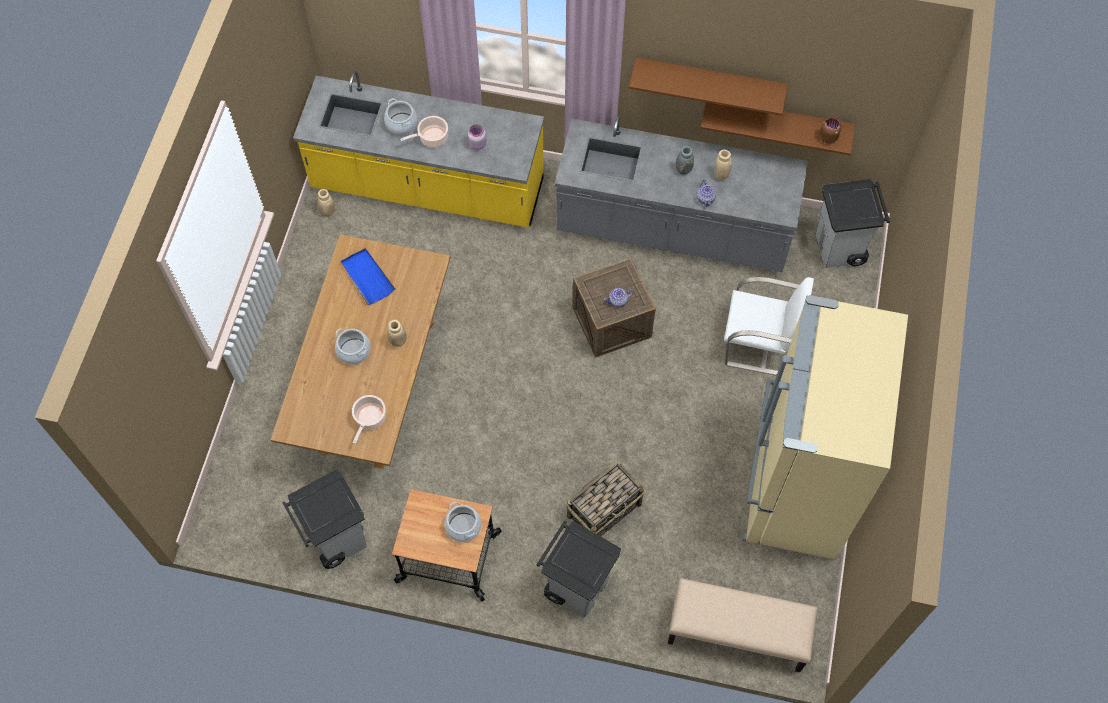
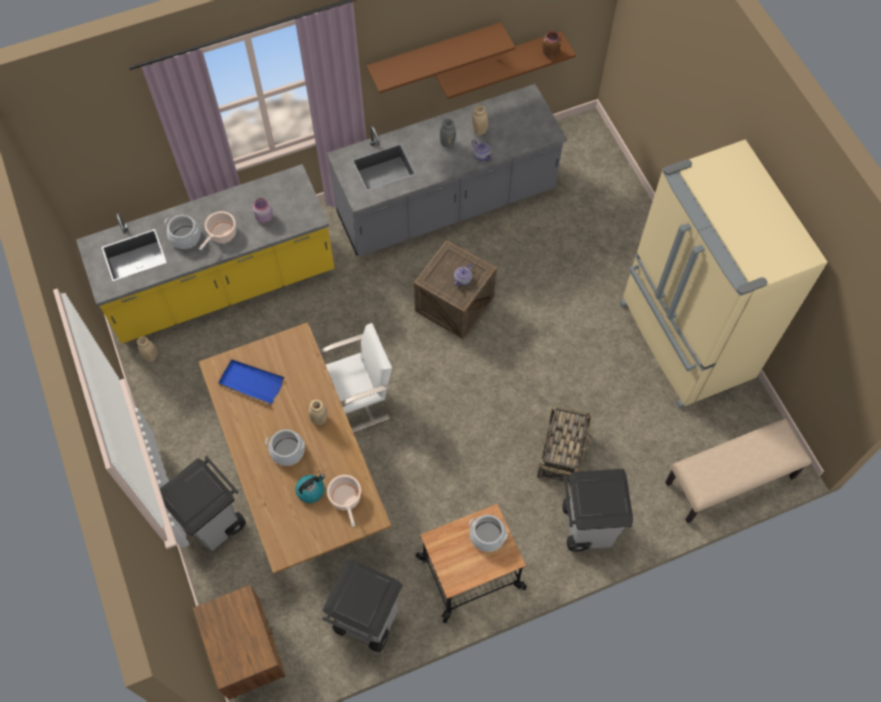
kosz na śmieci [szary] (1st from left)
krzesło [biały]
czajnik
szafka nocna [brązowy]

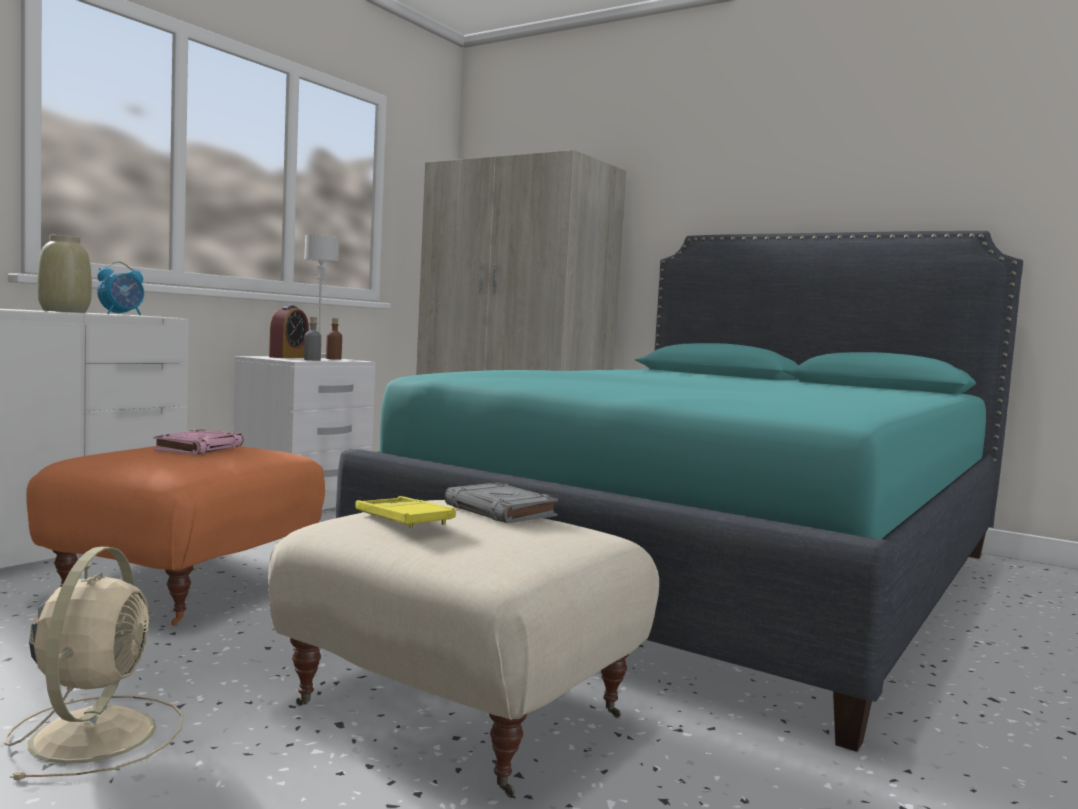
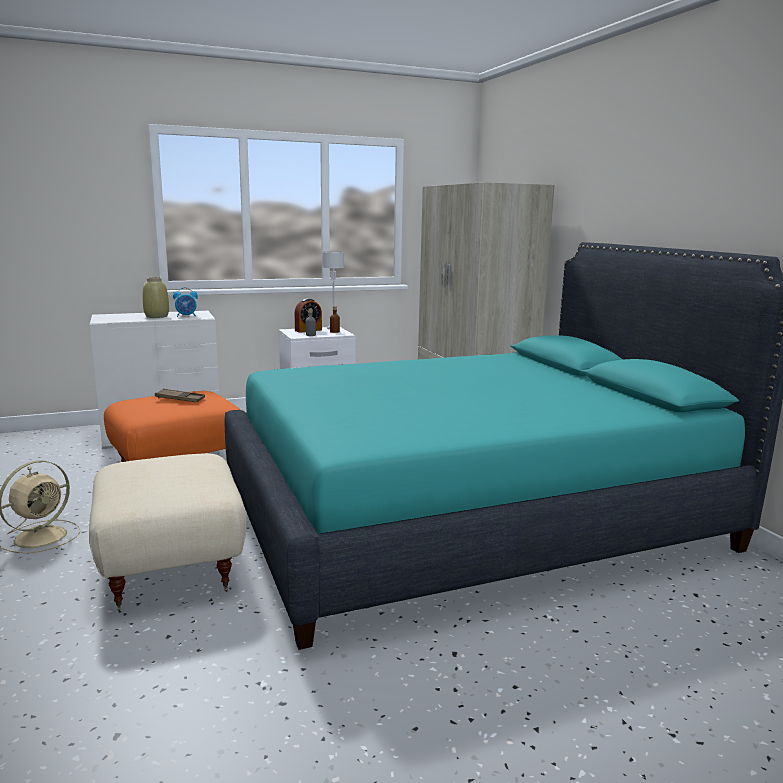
taca [brązowy]
książka [szary]
taca [żółty]

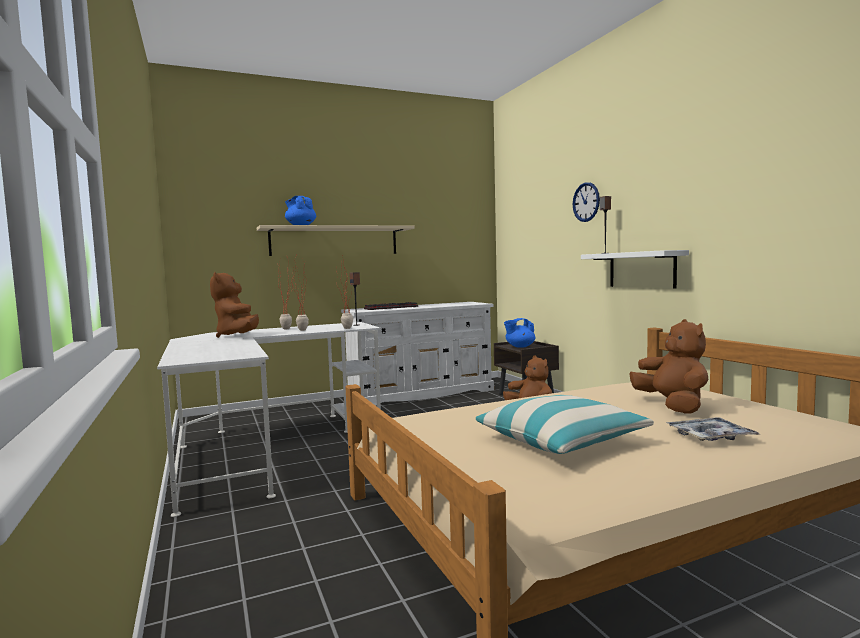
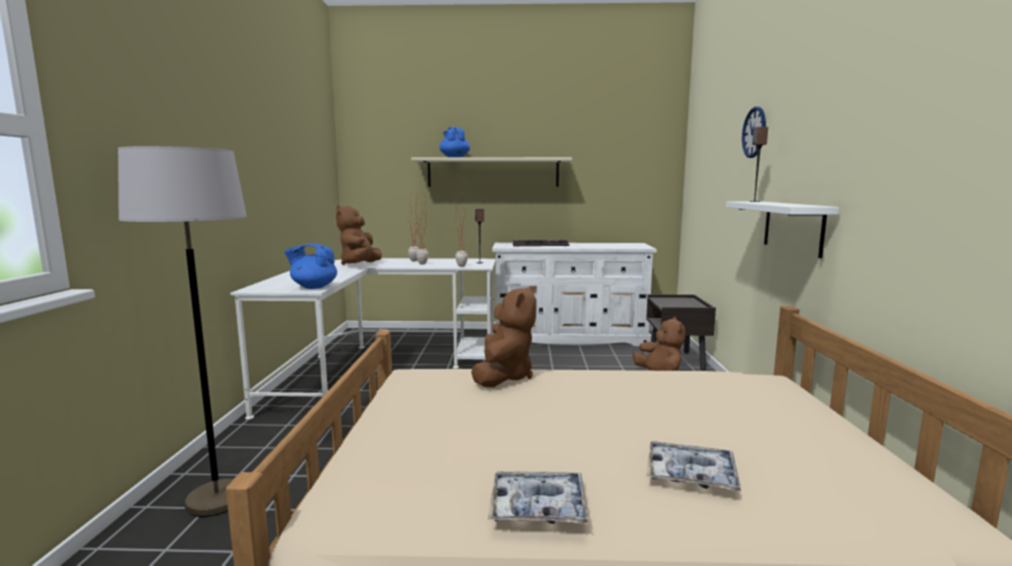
imbryk [niebieski] (1st from left)
pluszak [brązowy] (2nd from left)
poduszka
lampa stojąca [szary]
taca (1st from left)

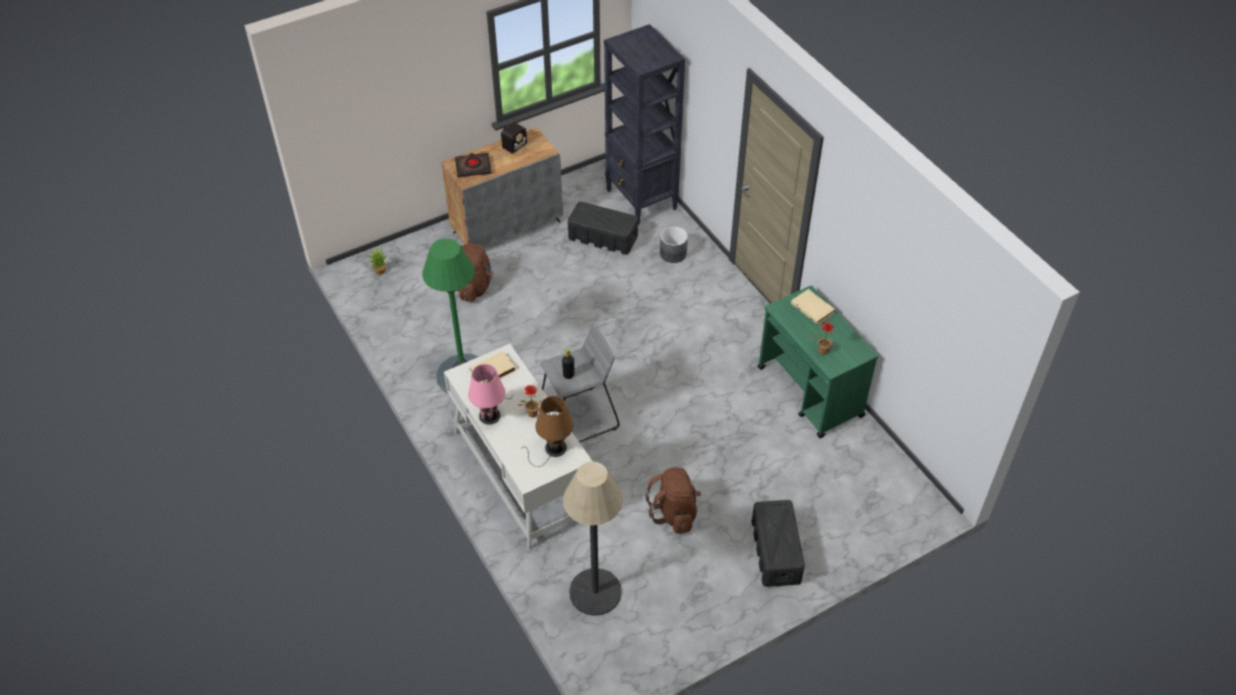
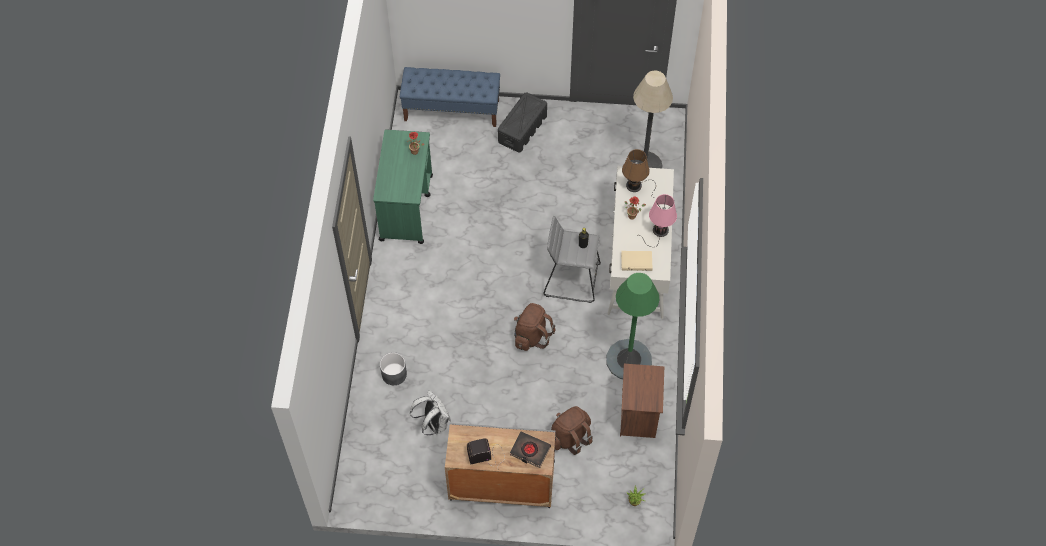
regał [czarny]
plecak [biały]
książka [beżowy] (2nd from left in the first image)
plecak [brązowy] (1st from left)
ławka [niebieski]
szafka nocna [brązowy]

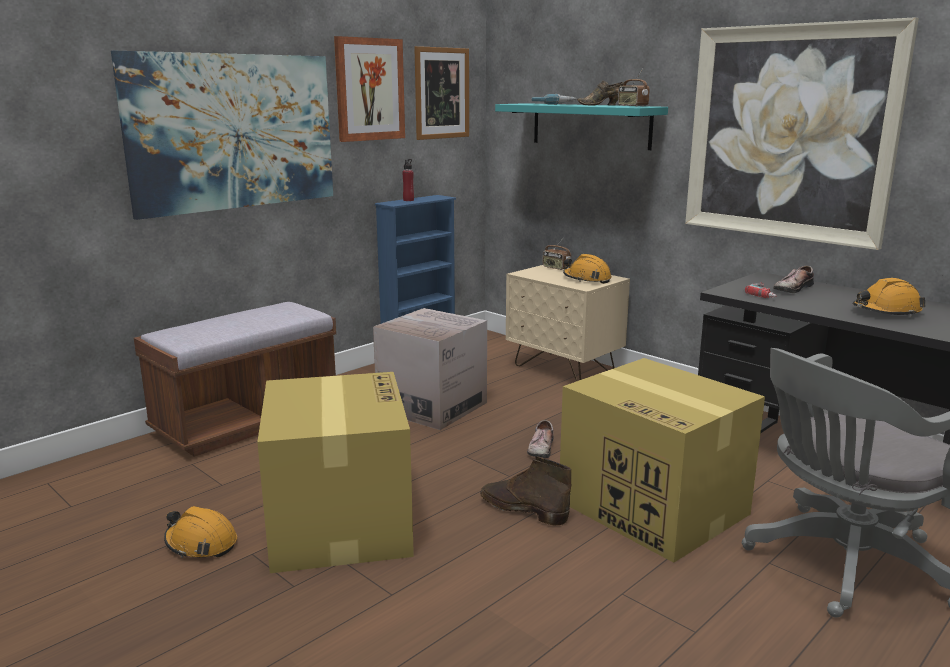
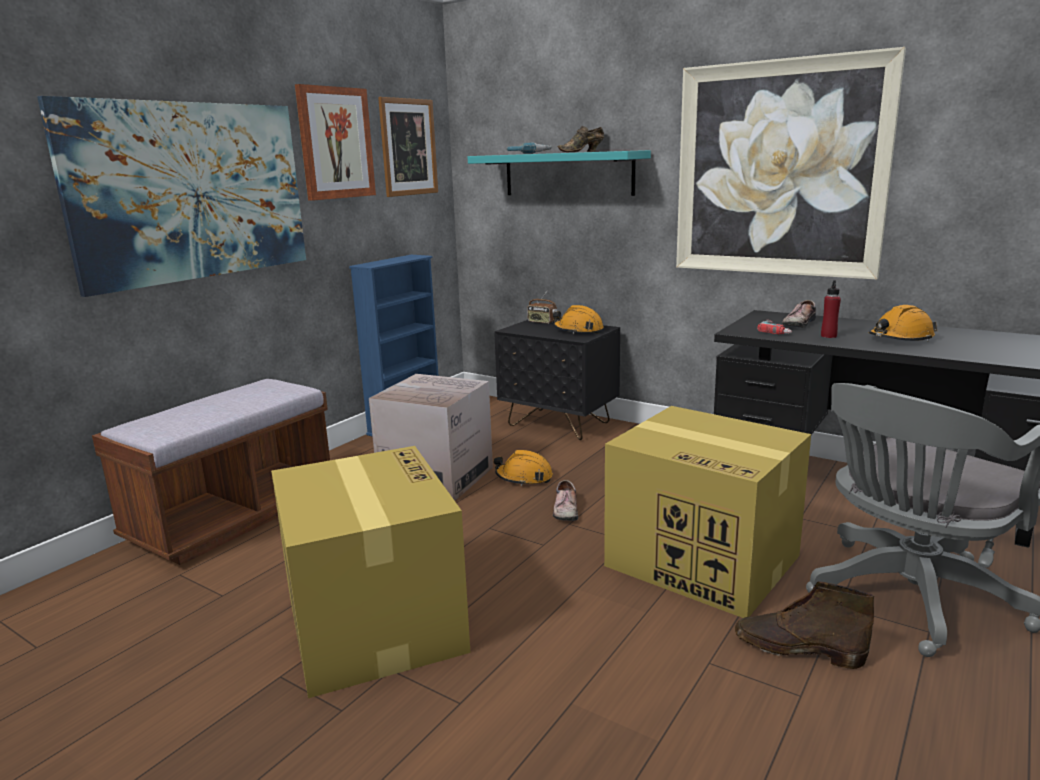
radio (2nd from left in the first image)
butelka [czerwony]
szafka nocna [czarny]
but z cholewką [brązowy]
kask [pomarańczowy] (1st from left)

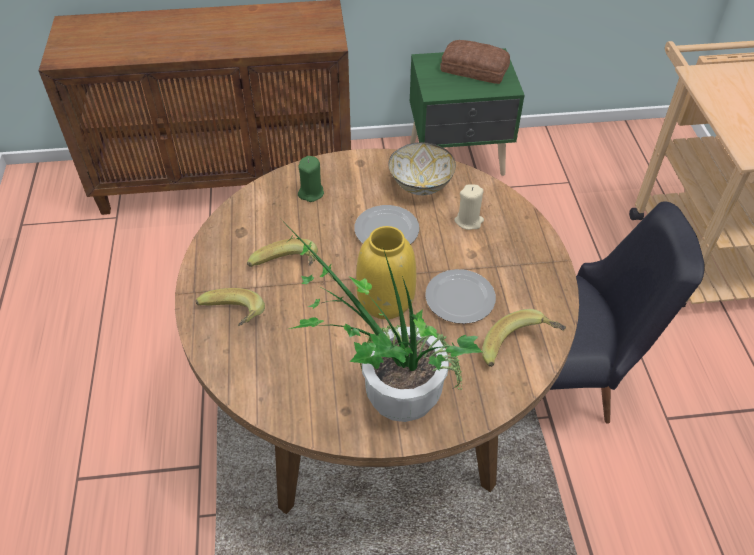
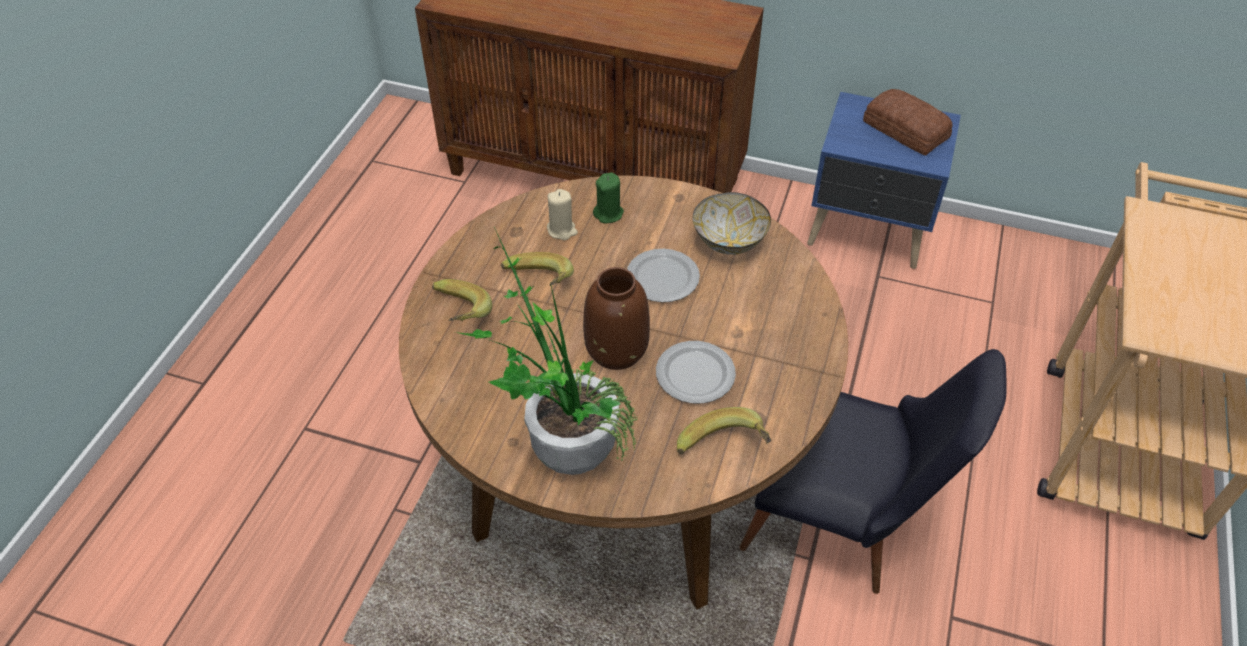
szafka nocna [niebieski]
świeca [beżowy]
wazon [brązowy]

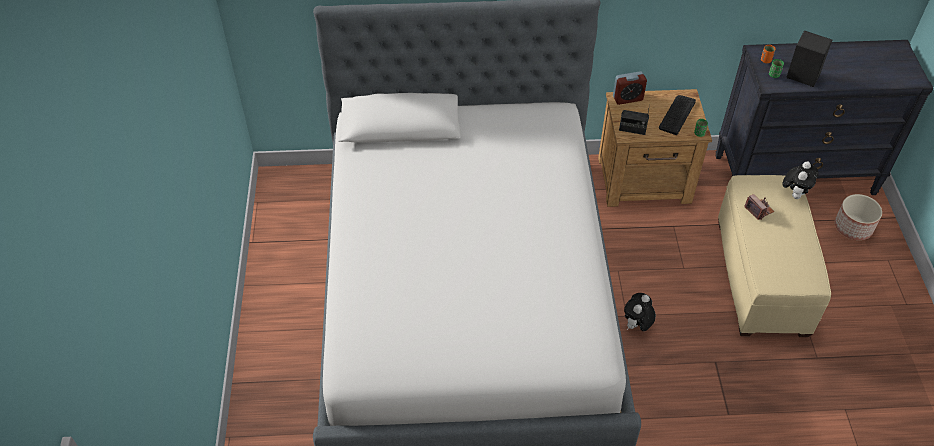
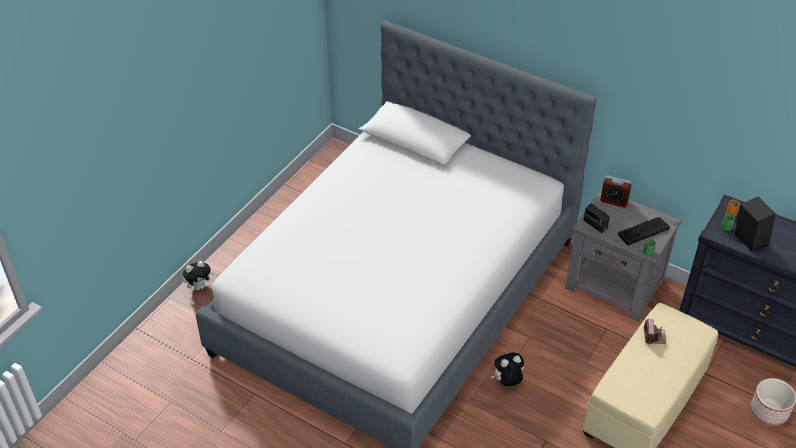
szafka nocna [szary]
pluszak (1st from left)

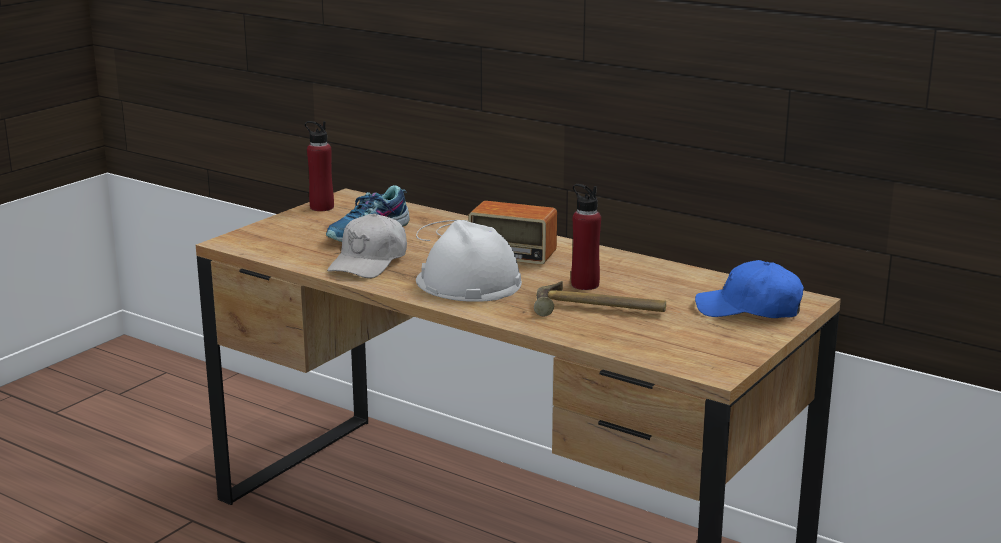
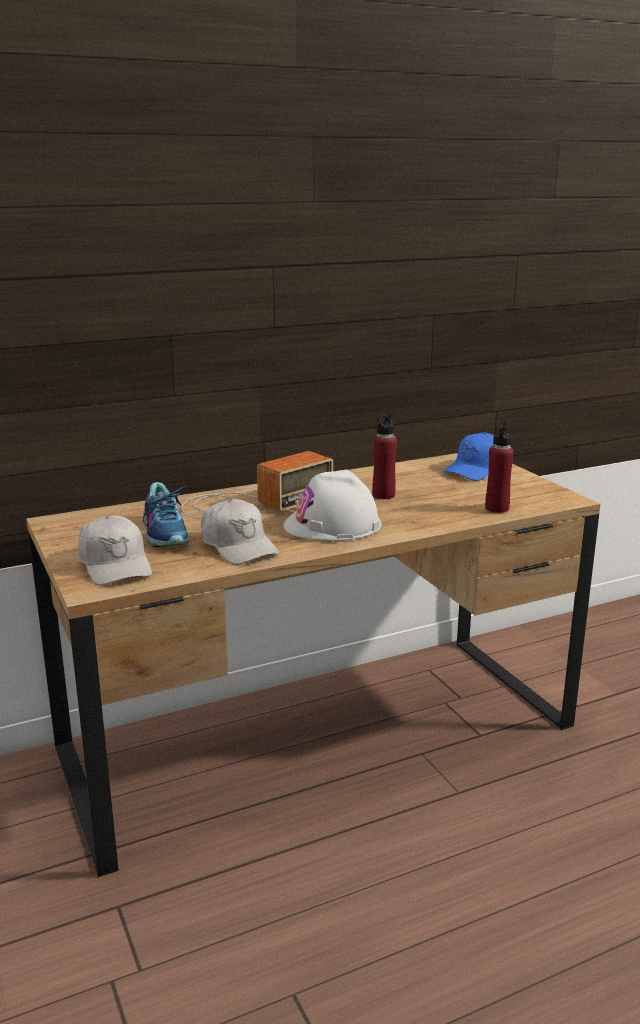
butelka [czerwony] (2nd from left)
młotek
czapka z daszkiem [biały] (1st from left)

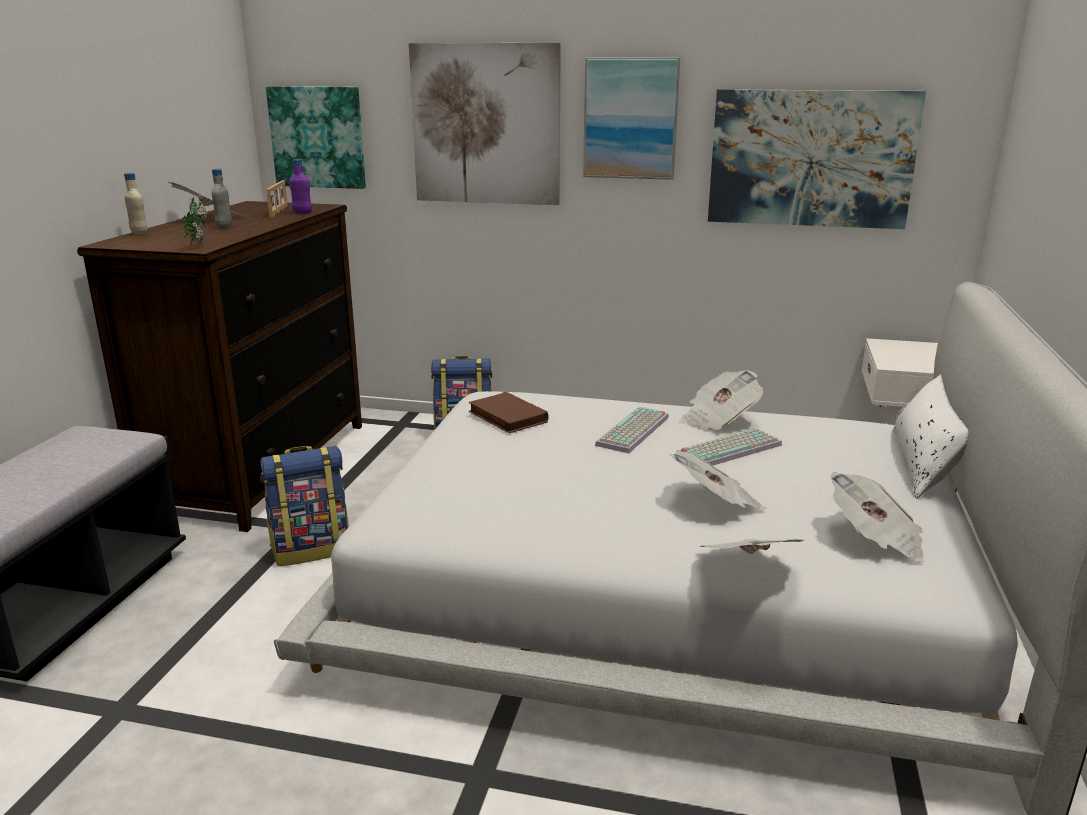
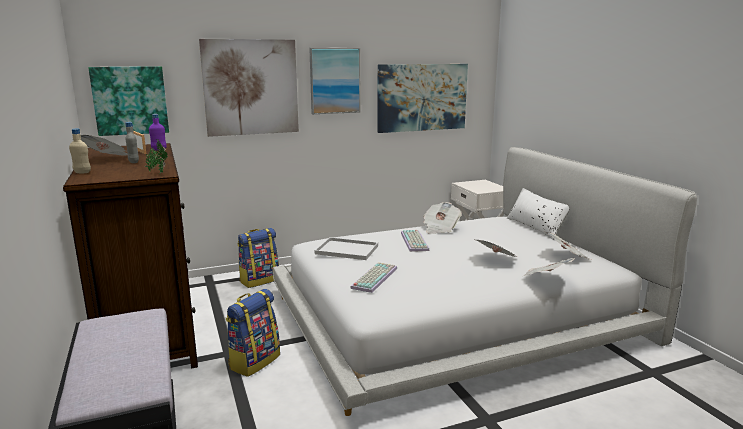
taca [biały]
klawiatura (1st from left)

